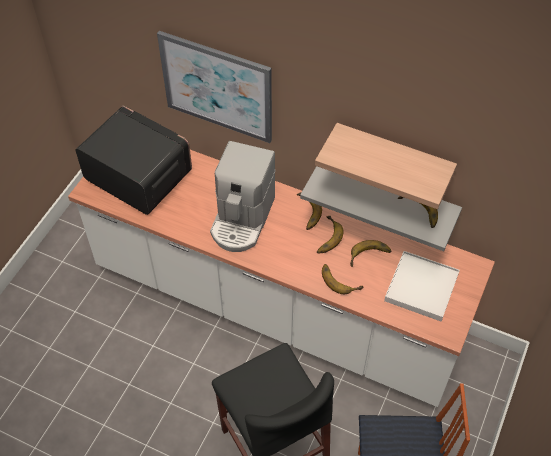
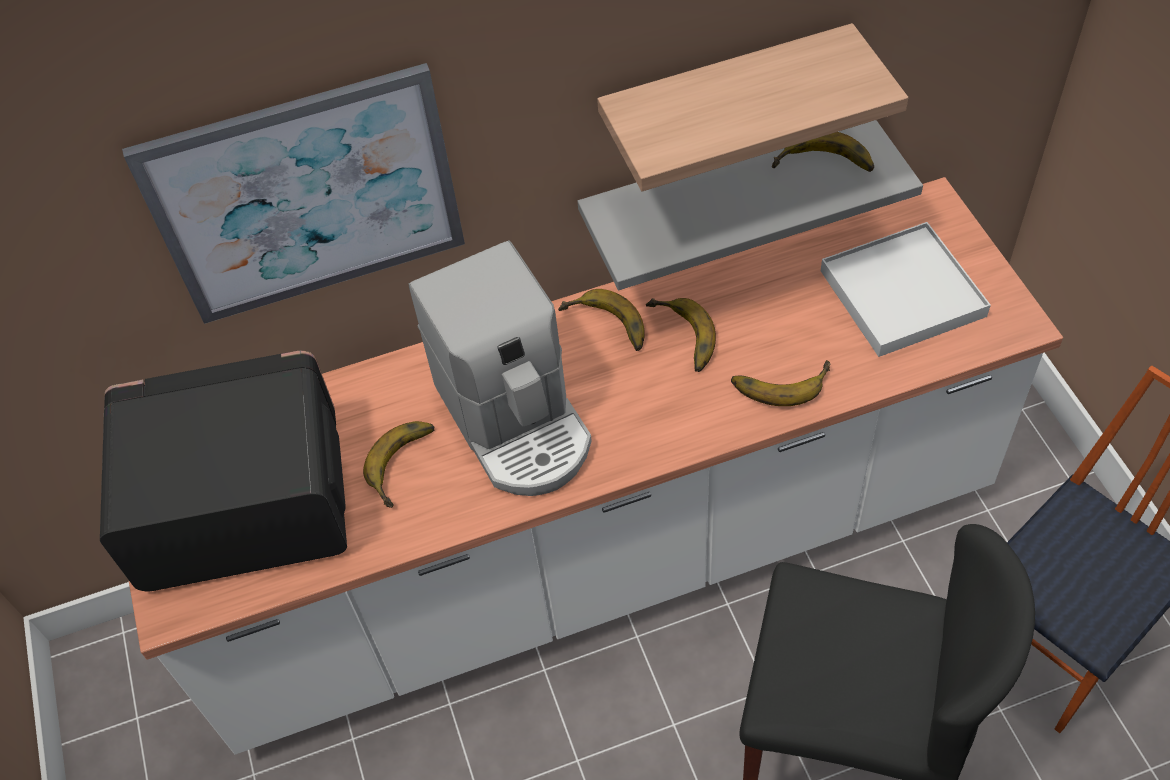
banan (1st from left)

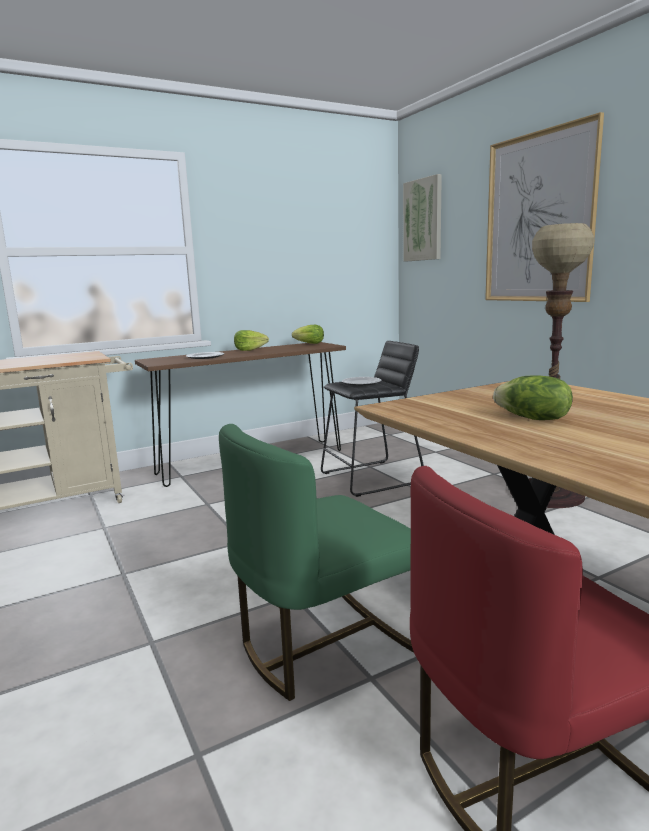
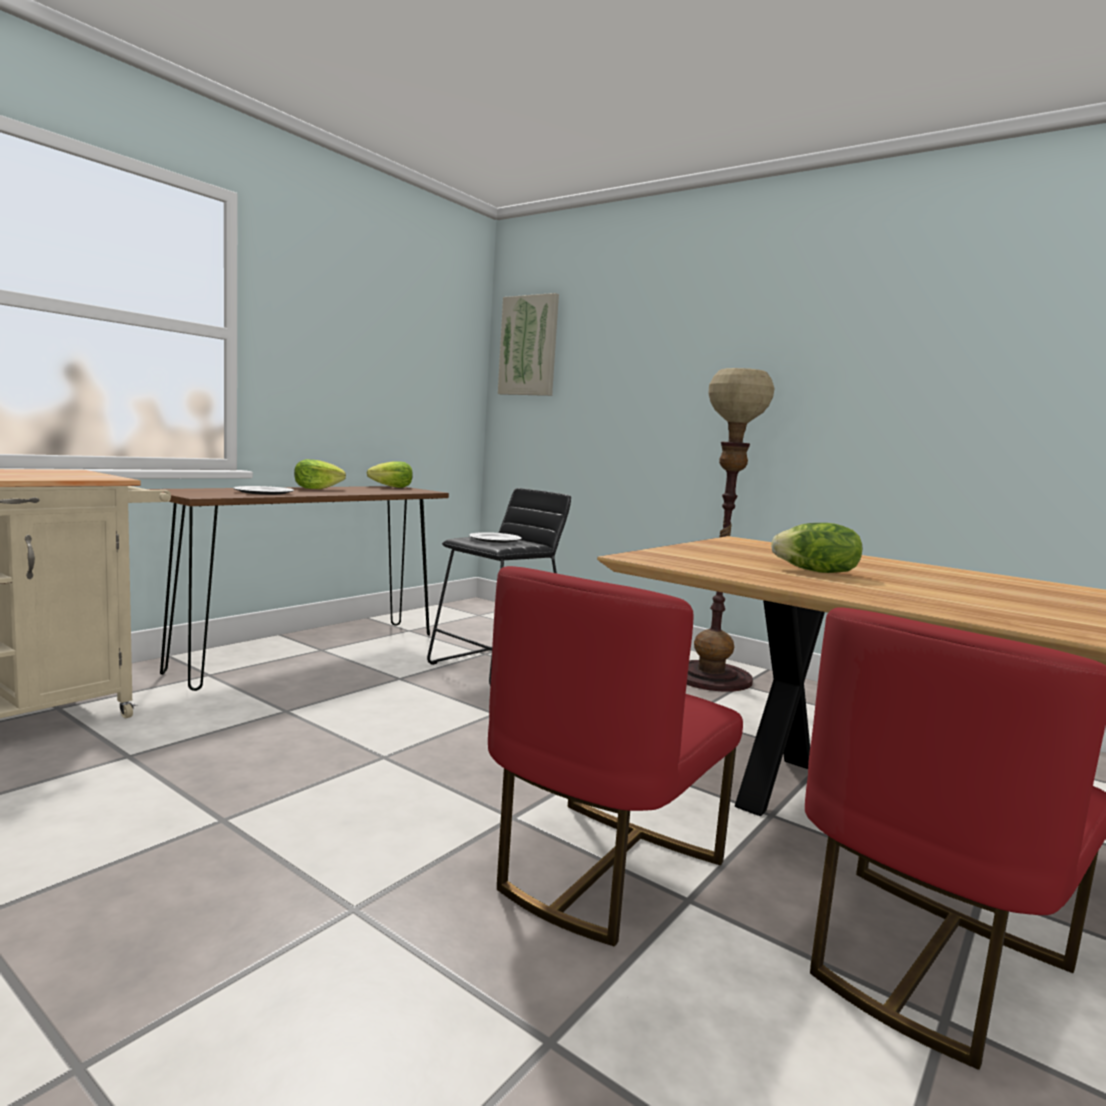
obraz (2nd from left in the first image)
krzesło [czerwony] (1st from left)

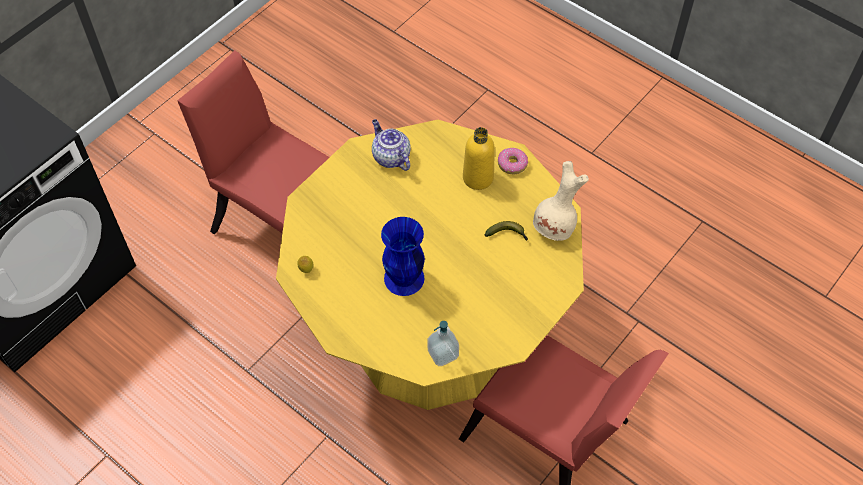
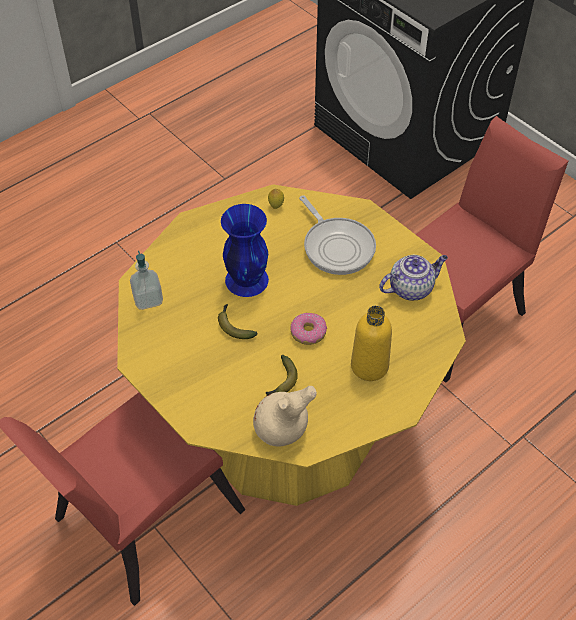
donut
patelnia
banan (1st from left)

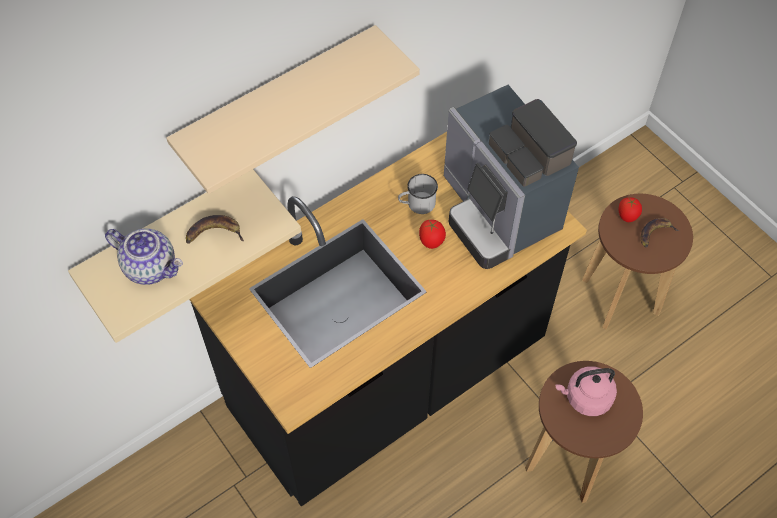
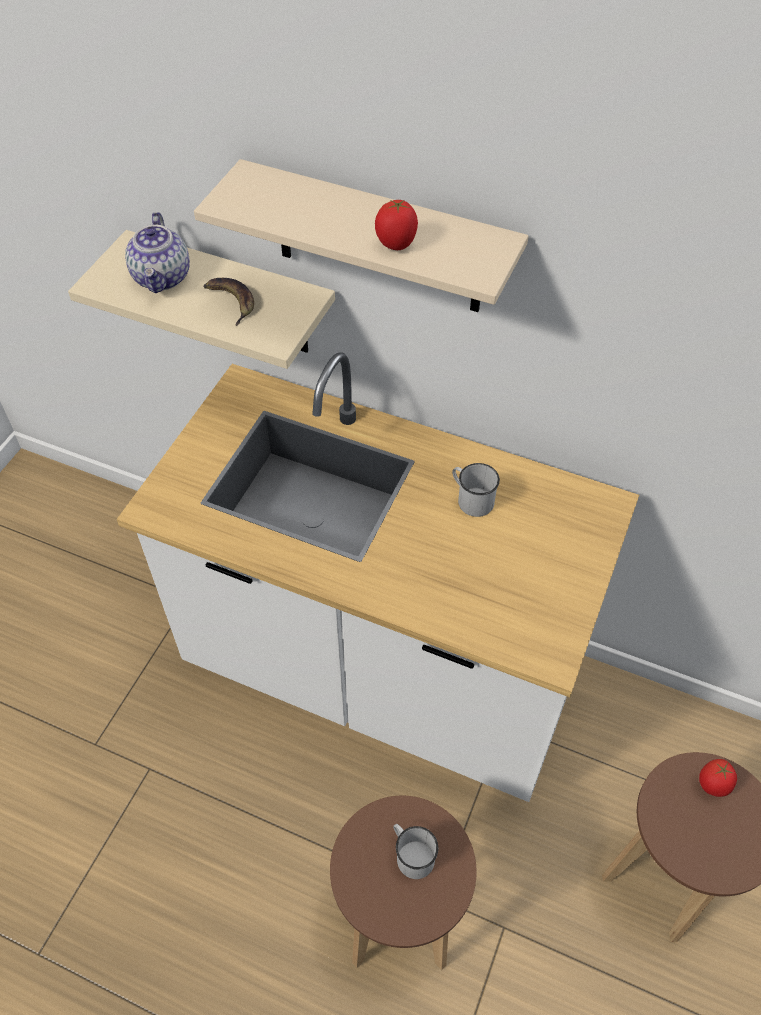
ekspres do kawy
zabudowa kuchenna [biały]
banan (2nd from left in the first image)
pomidor (1st from left)
kubek [biały] (1st from left)

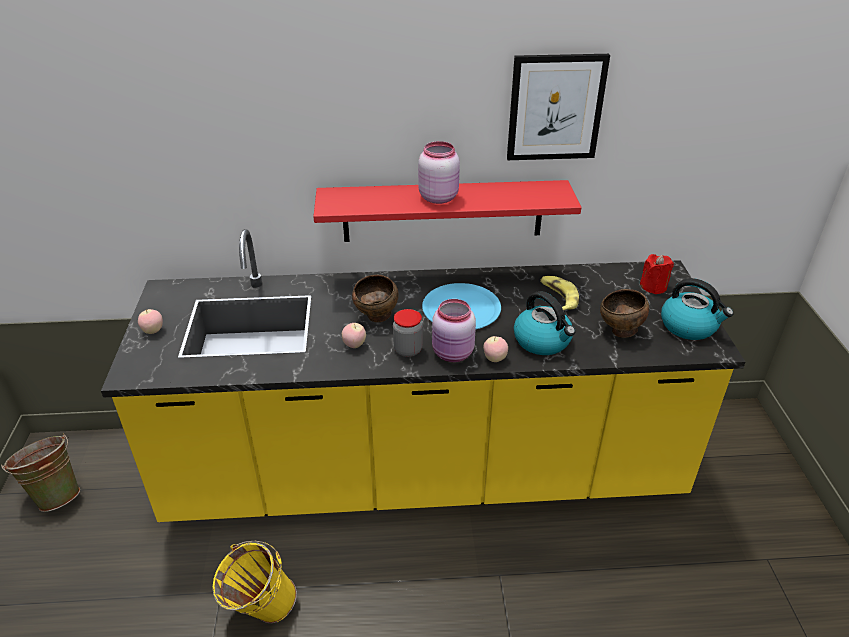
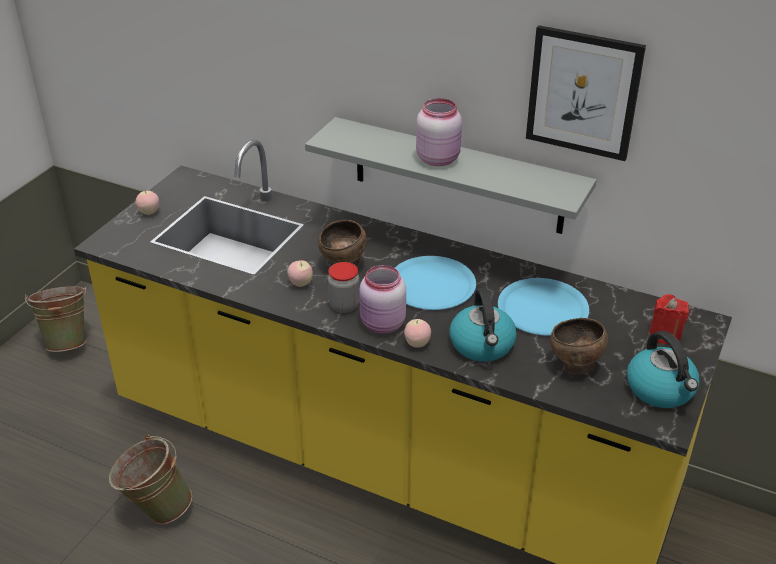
półka [szary]
talerz [niebieski] (2nd from left)
wiadro [zielony] (2nd from left)

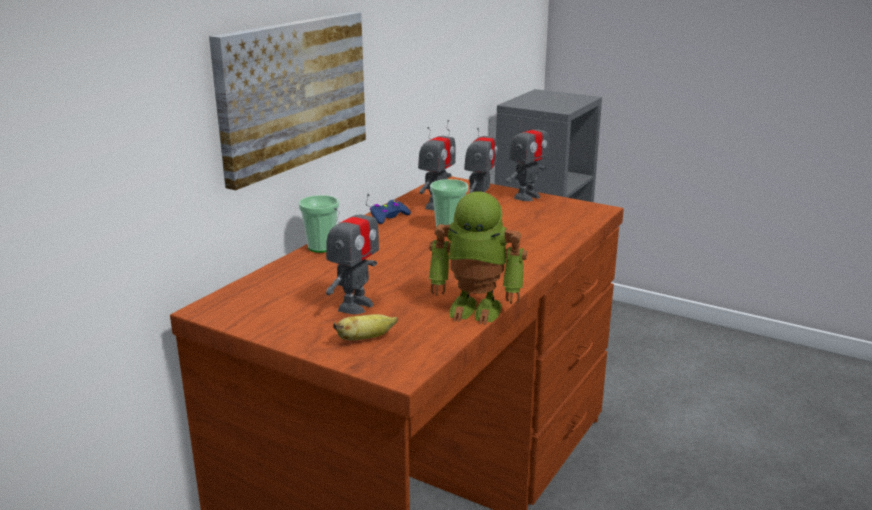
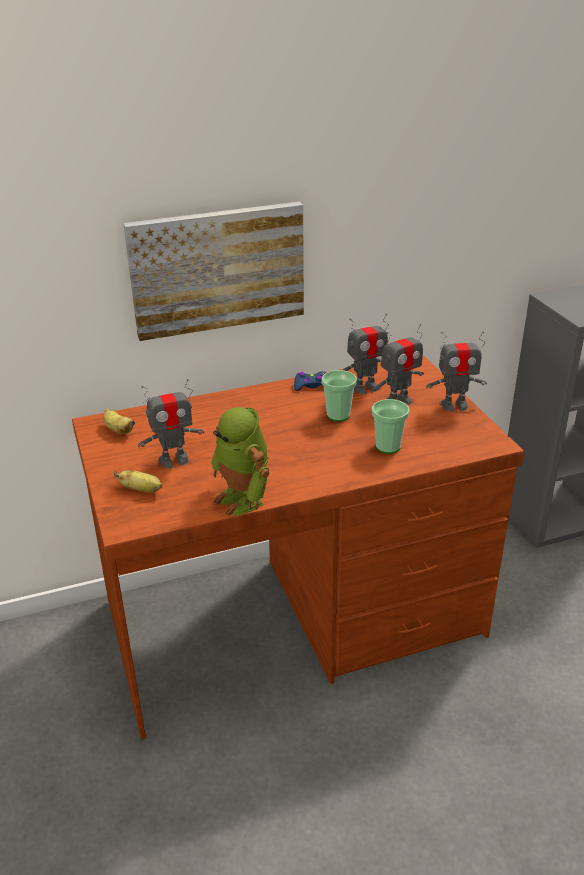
filiżanka (2nd from left)
banan (1st from left)

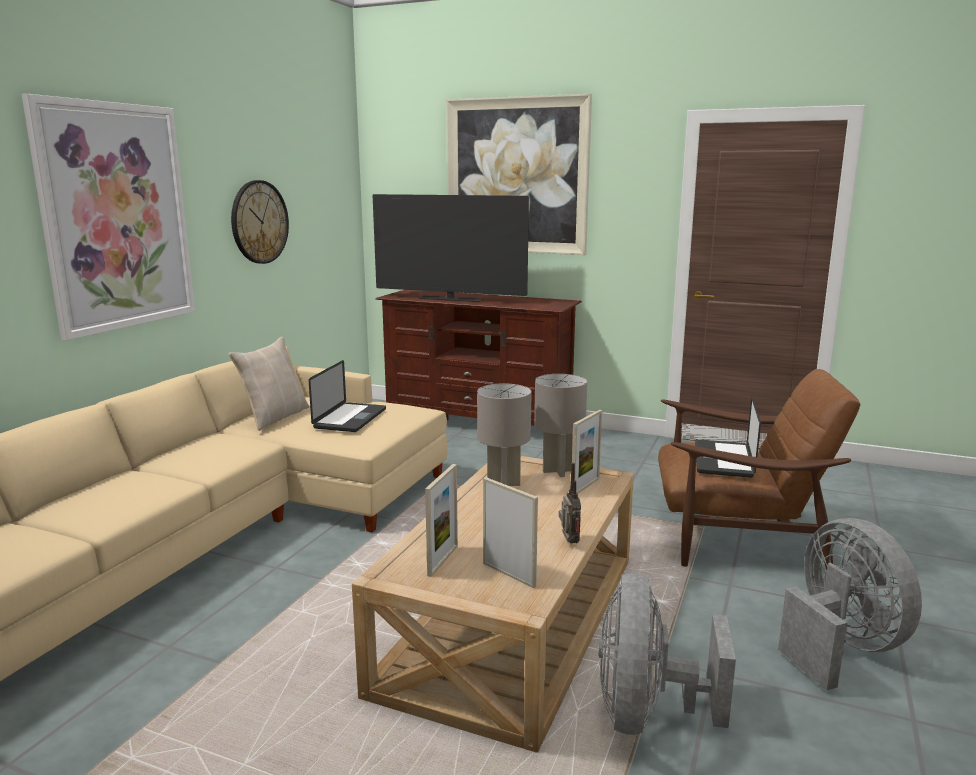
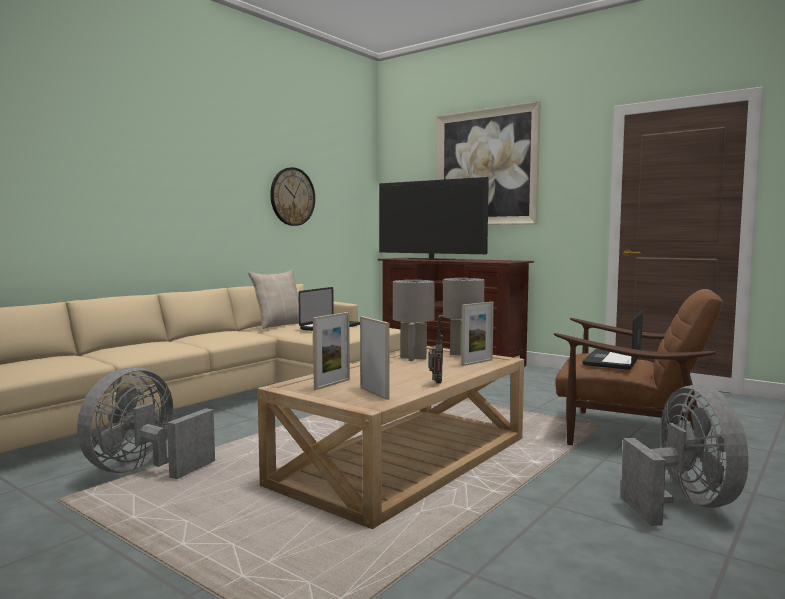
obraz (1st from left in the first image)
wentylator [szary] (1st from left)

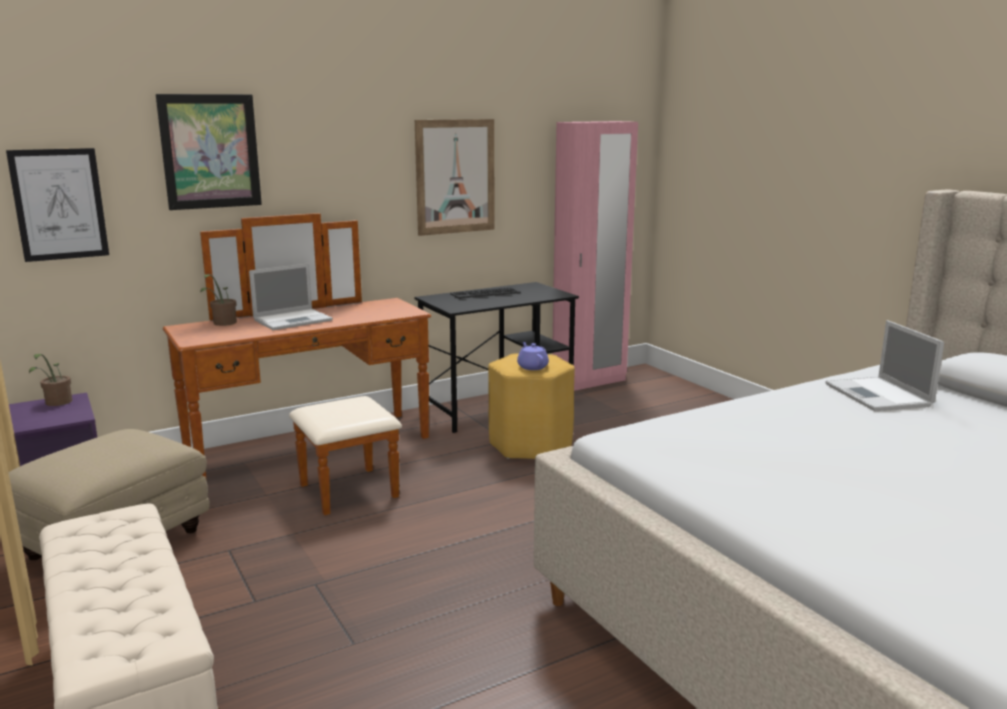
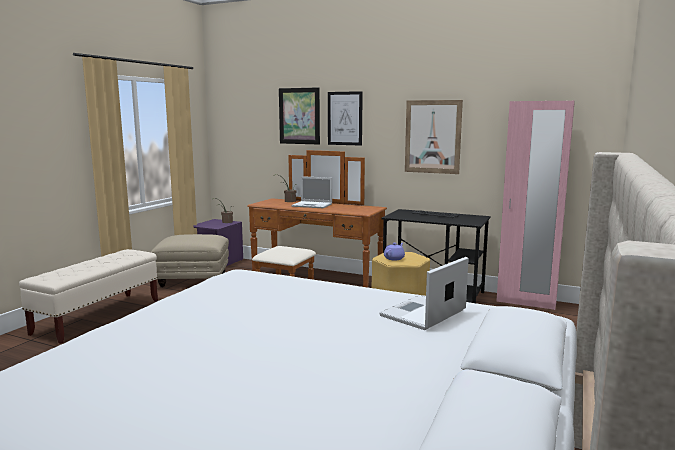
obraz (2nd from left)

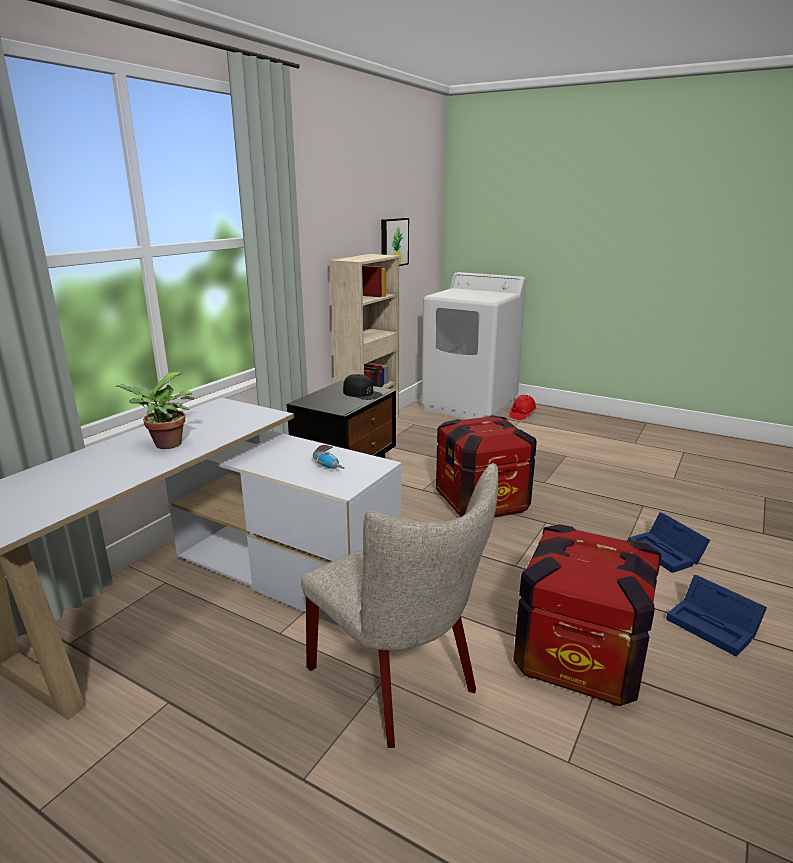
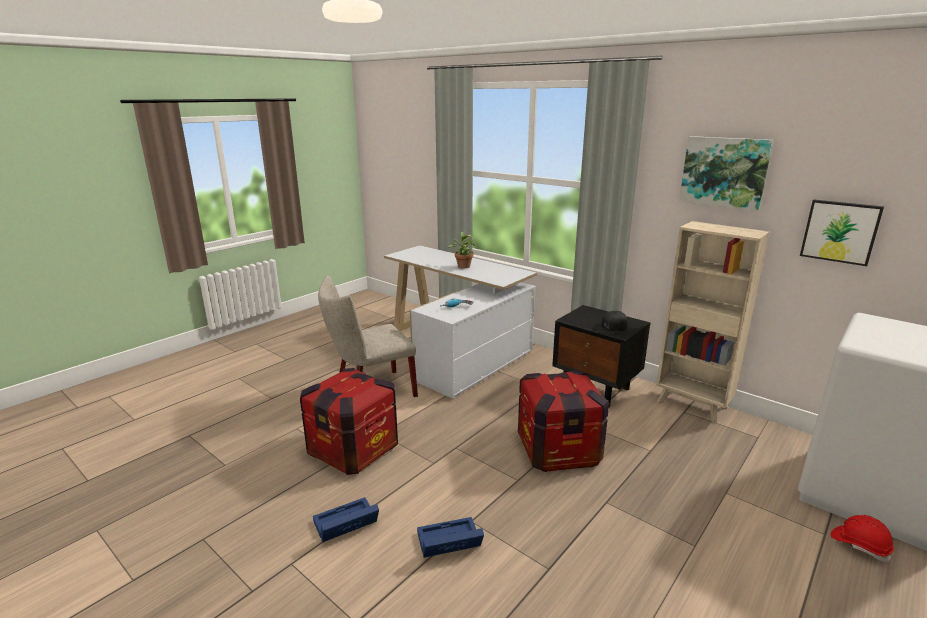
obraz (1st from left)

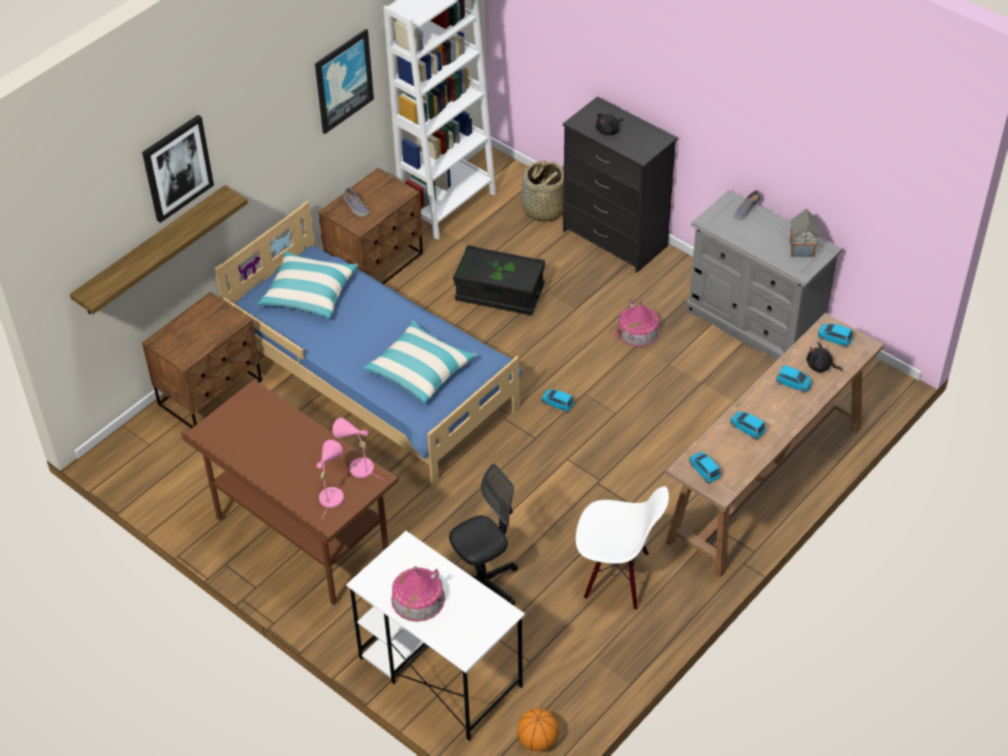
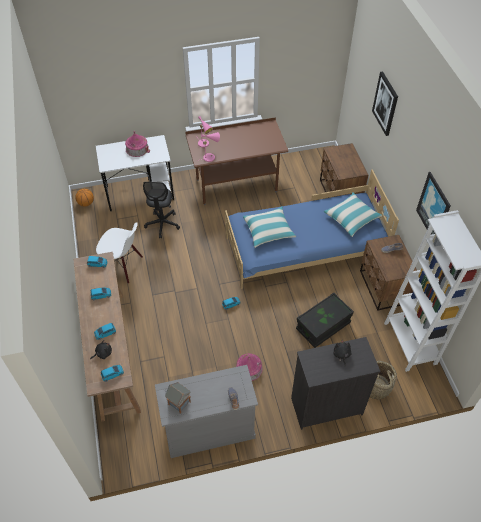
półka
krzesło [biały]

